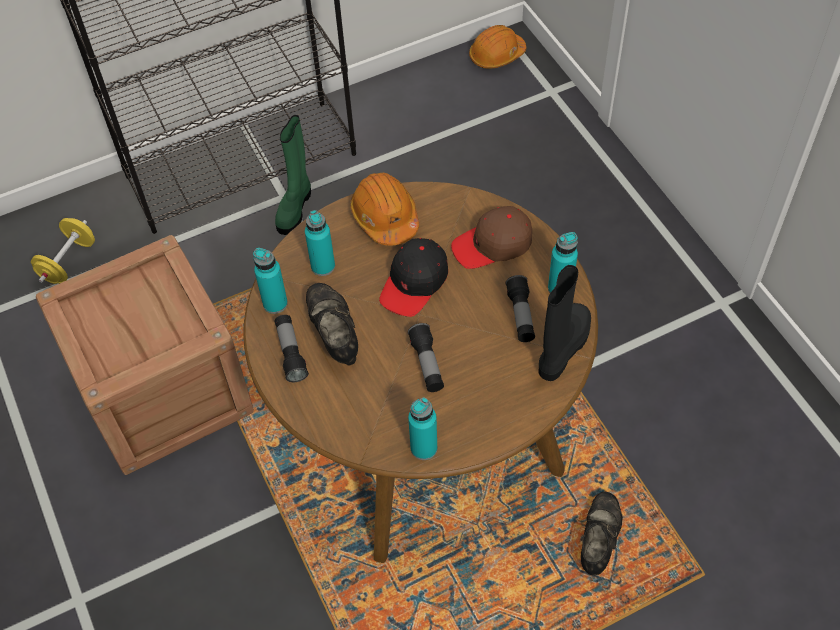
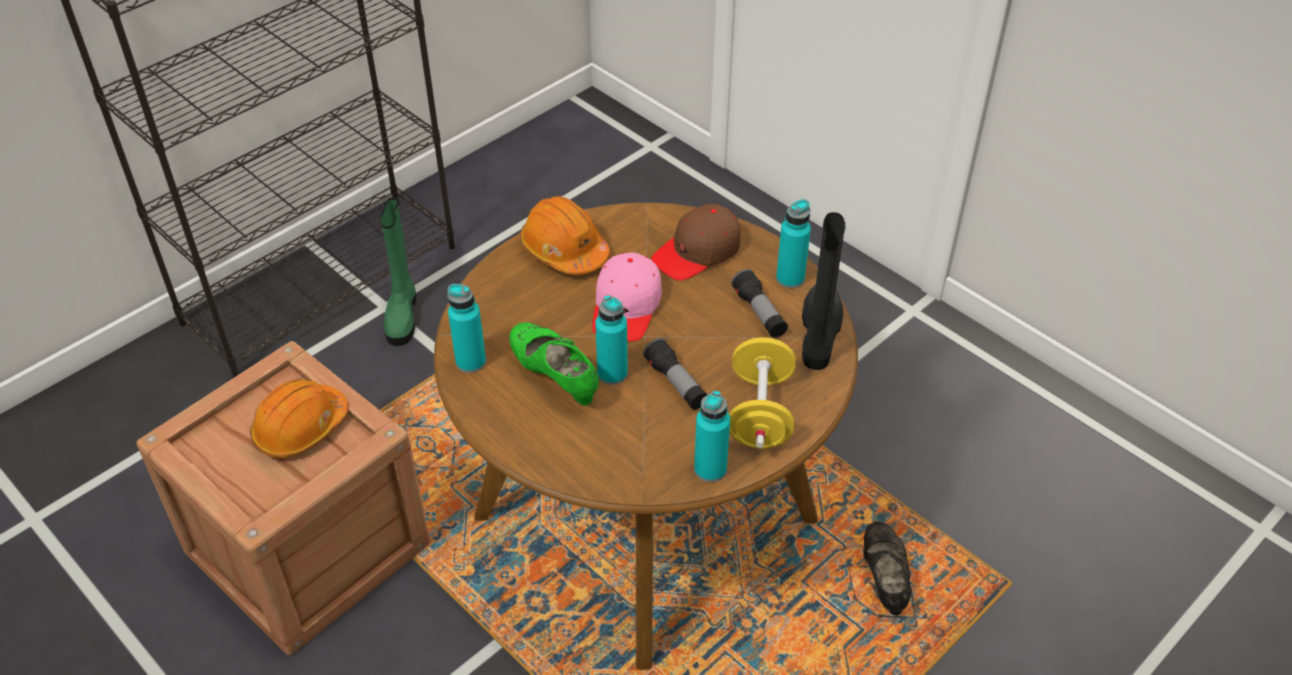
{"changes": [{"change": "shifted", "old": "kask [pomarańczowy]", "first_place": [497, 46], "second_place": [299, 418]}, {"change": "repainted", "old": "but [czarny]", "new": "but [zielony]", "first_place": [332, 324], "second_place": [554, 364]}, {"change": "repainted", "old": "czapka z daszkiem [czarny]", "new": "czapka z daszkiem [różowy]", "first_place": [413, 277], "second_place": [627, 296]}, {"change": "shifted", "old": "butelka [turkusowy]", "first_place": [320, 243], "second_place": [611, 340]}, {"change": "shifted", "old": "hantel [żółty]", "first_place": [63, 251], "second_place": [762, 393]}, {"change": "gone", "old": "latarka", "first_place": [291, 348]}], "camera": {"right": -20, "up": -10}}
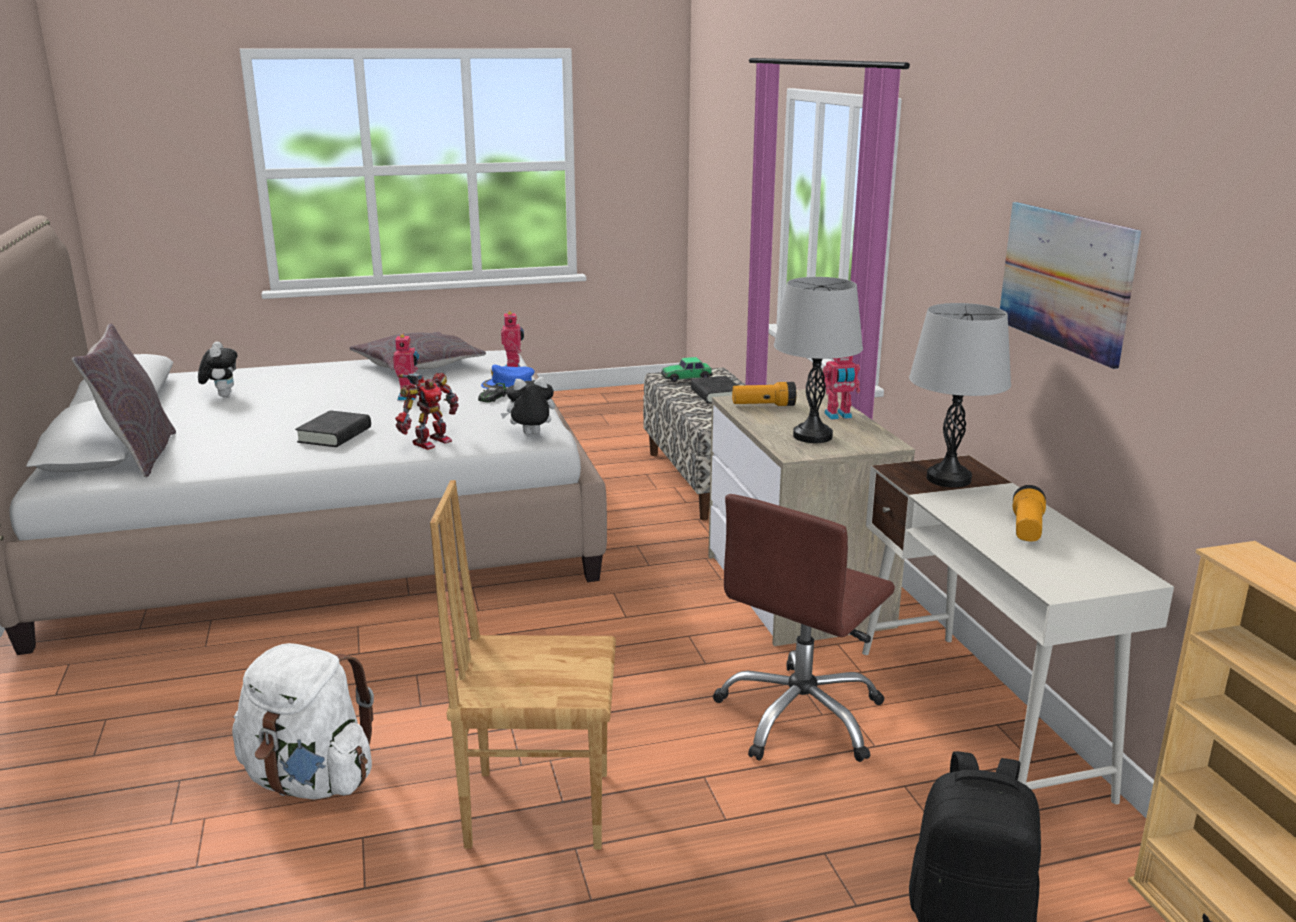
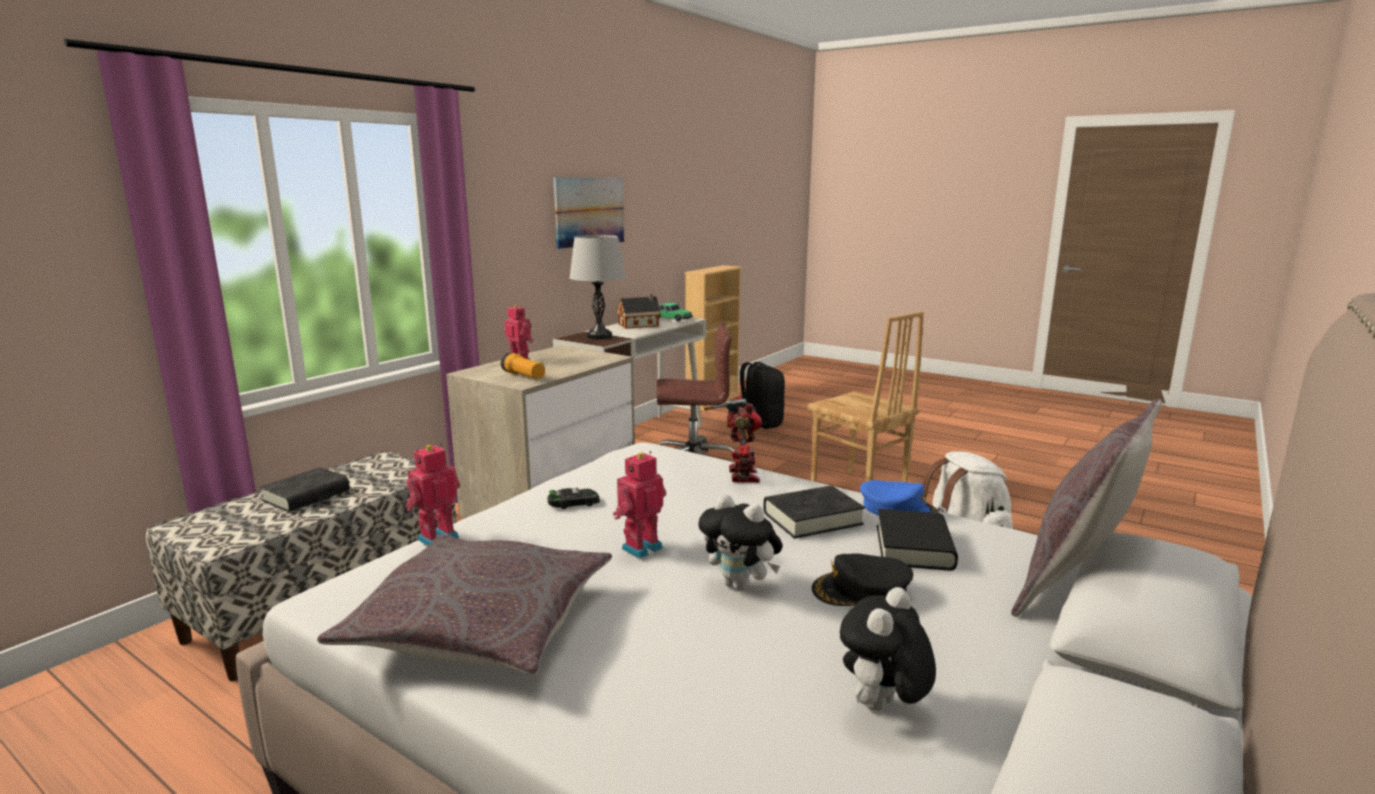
{"changes": [{"change": "swapped", "old": "latarka", "new": "domek", "first_place": [1029, 513], "second_place": [639, 311]}, {"change": "shifted", "old": "samochodzik", "first_place": [687, 369], "second_place": [676, 311]}, {"change": "shifted", "old": "pluszak", "first_place": [527, 406], "second_place": [740, 542]}, {"change": "rotated", "old": "robot zabawkowy", "first_place": [427, 411], "second_place": [733, 439], "degrees": 90}, {"change": "new", "new": "czapka z daszkiem [czarny]", "second_place": [862, 579]}, {"change": "shifted", "old": "czapka z daszkiem [niebieski]", "first_place": [507, 377], "second_place": [899, 498]}, {"change": "new", "new": "książka [czarny]", "second_place": [917, 540]}, {"change": "gone", "old": "lampa stołowa [szary]", "first_place": [818, 360]}], "camera": {"right": -130, "up": -5}}
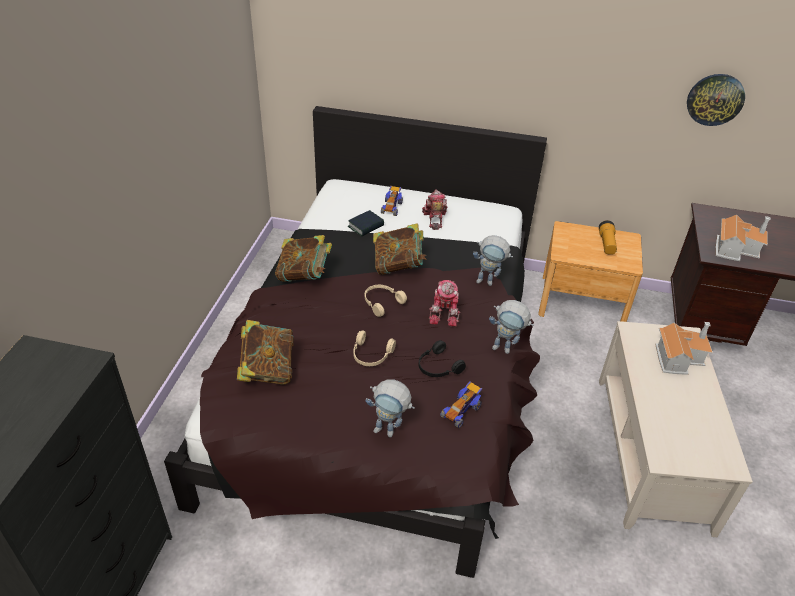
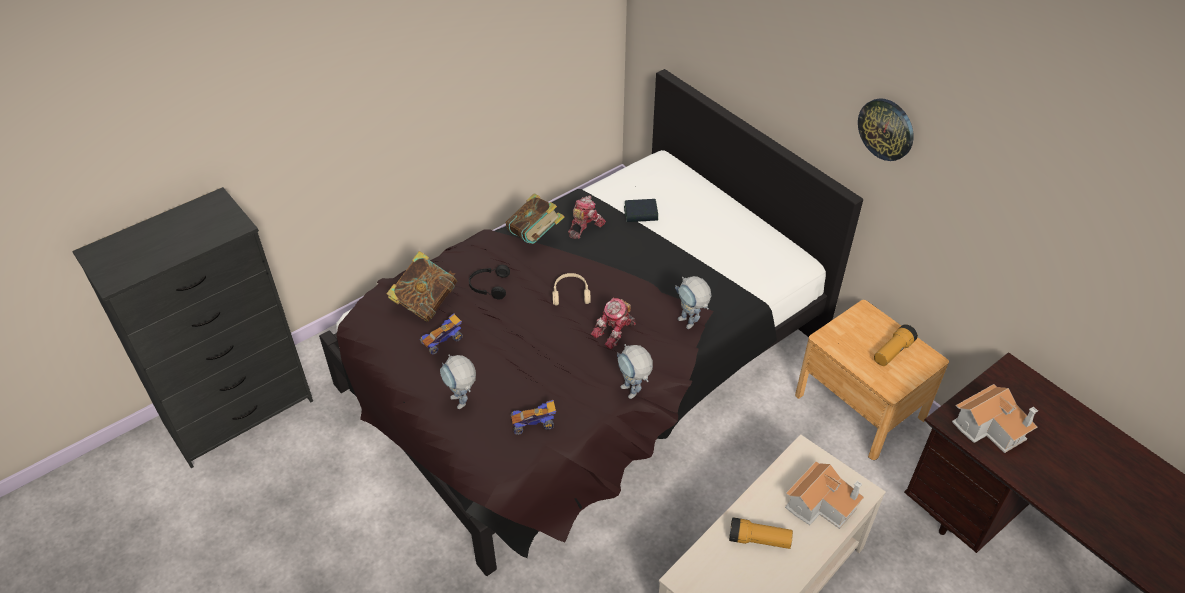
{"changes": [{"change": "shifted", "old": "samochodzik", "first_place": [392, 201], "second_place": [441, 334]}, {"change": "shifted", "old": "słuchawki [czarny]", "first_place": [442, 358], "second_place": [489, 282]}, {"change": "shifted", "old": "robot zabawkowy", "first_place": [435, 209], "second_place": [587, 217]}, {"change": "new", "new": "latarka", "second_place": [761, 533]}, {"change": "shifted", "old": "zegar ścienny", "first_place": [716, 100], "second_place": [886, 129]}, {"change": "gone", "old": "słuchawki [beżowy]", "first_place": [374, 348]}, {"change": "gone", "old": "książka", "first_place": [400, 249]}], "camera": {"right": 40, "up": 5}}
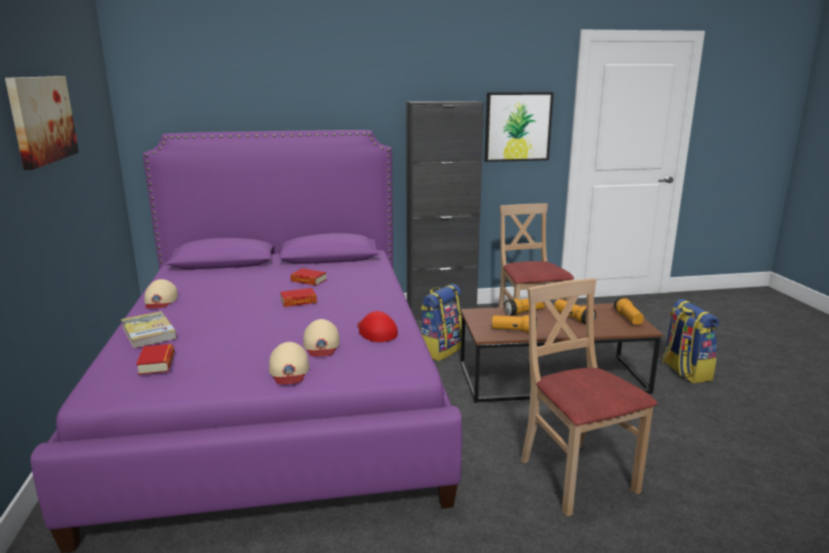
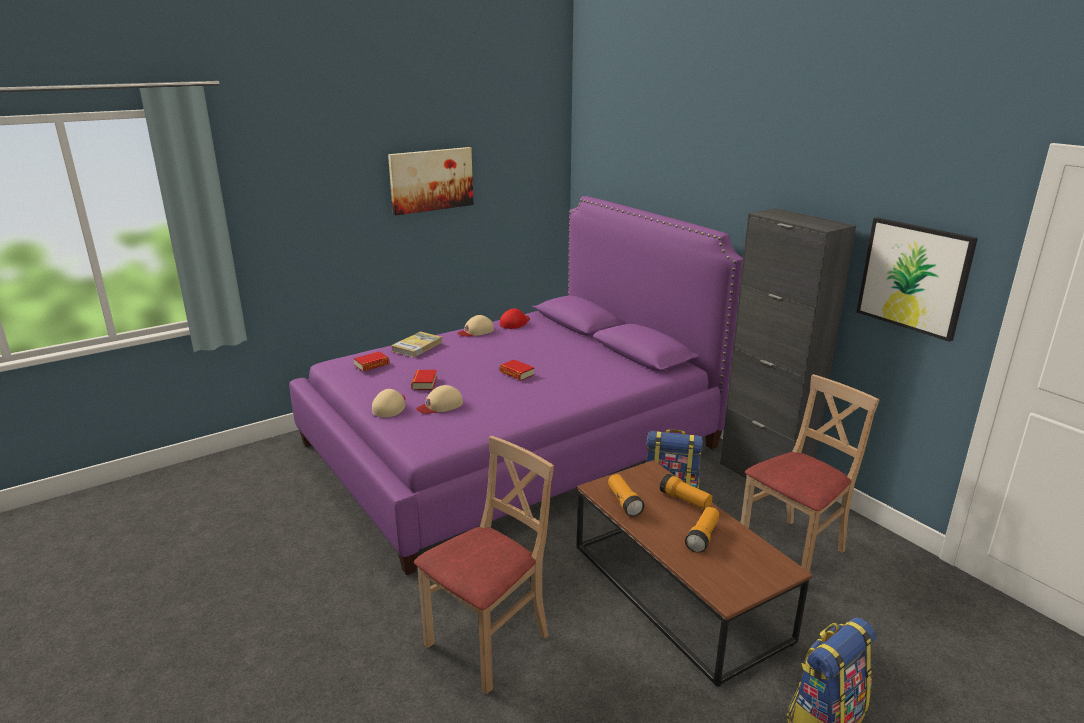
{"changes": [{"change": "rotated", "old": "czapka z daszkiem [beżowy]", "first_place": [289, 363], "second_place": [388, 403], "degrees": 135}, {"change": "shifted", "old": "książka", "first_place": [308, 276], "second_place": [424, 380]}, {"change": "shifted", "old": "czapka z daszkiem [czerwony]", "first_place": [377, 326], "second_place": [515, 318]}, {"change": "gone", "old": "latarka", "first_place": [629, 311]}], "camera": {"right": 65, "up": 5}}
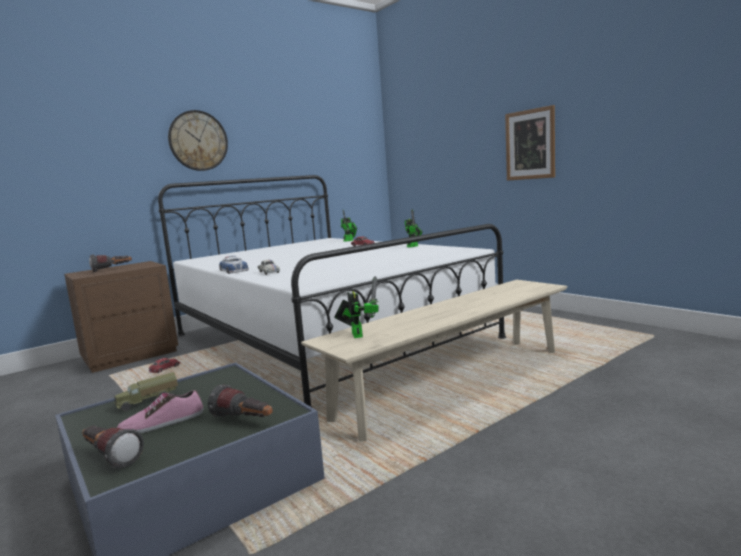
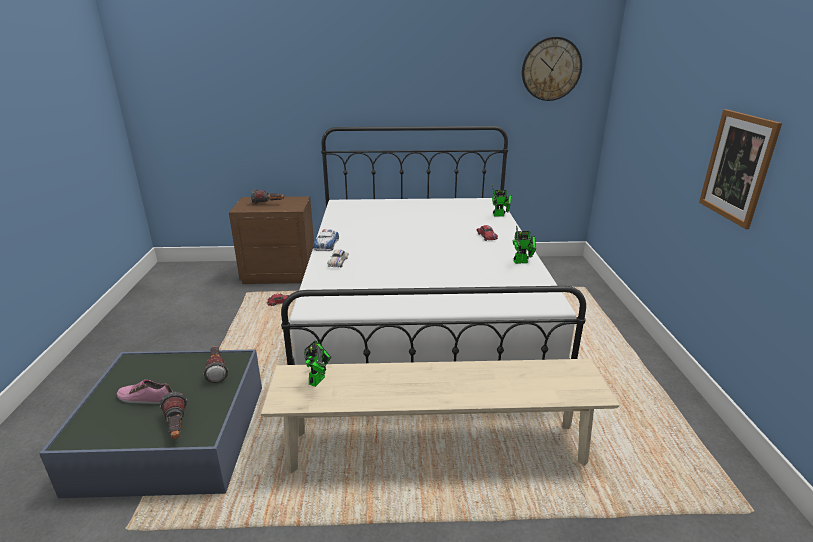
{"changes": [{"change": "shifted", "old": "latarka", "first_place": [113, 447], "second_place": [215, 364]}, {"change": "shifted", "old": "zegar ścienny", "first_place": [198, 140], "second_place": [552, 69]}, {"change": "gone", "old": "ciężarówka zabawkowa", "first_place": [146, 392]}], "camera": {"right": 35, "up": 15}}
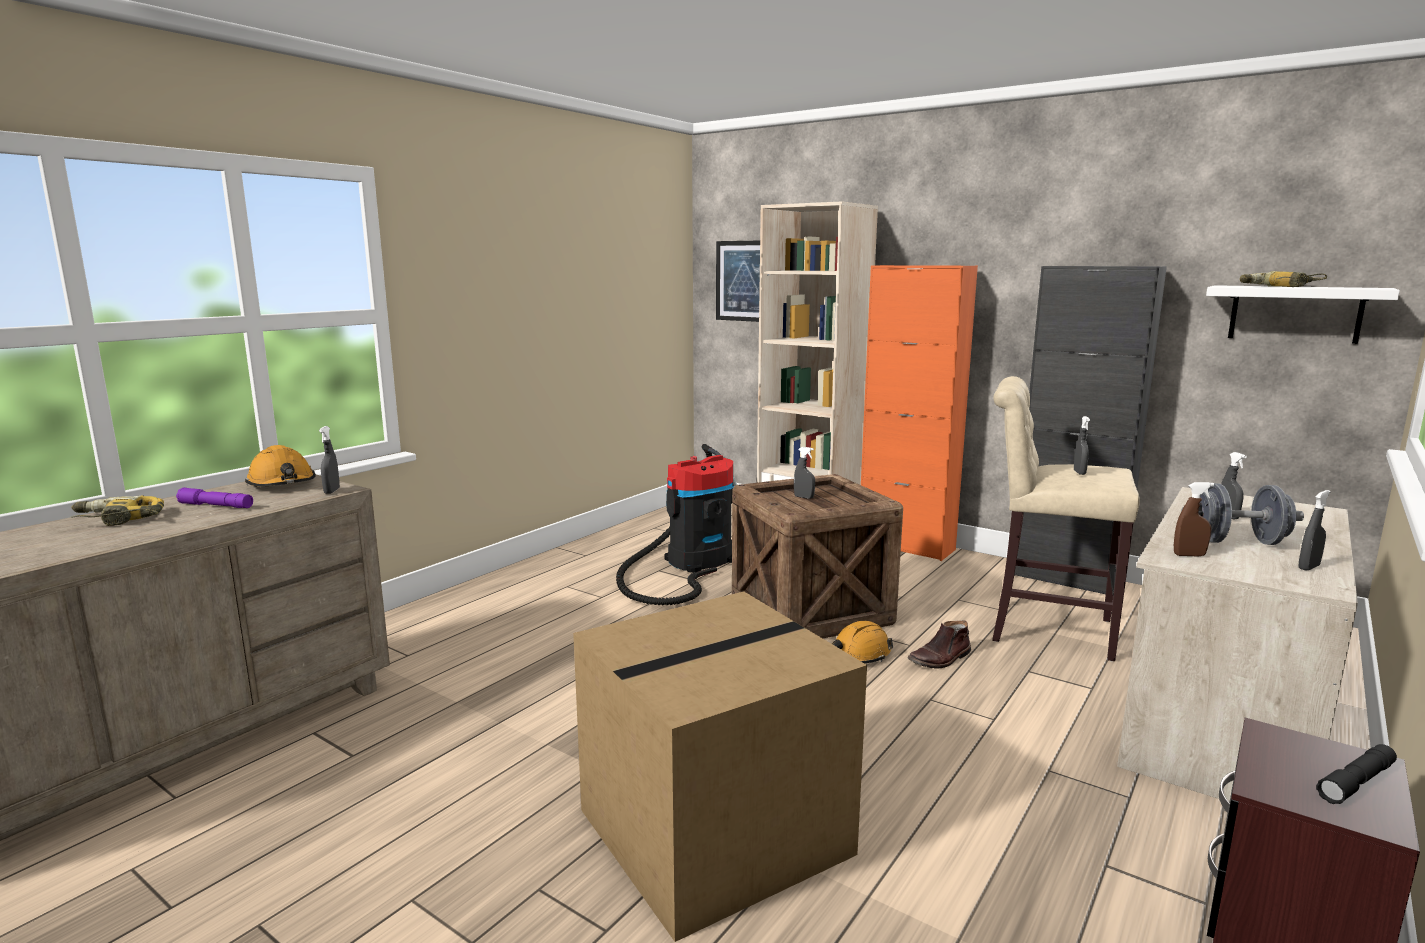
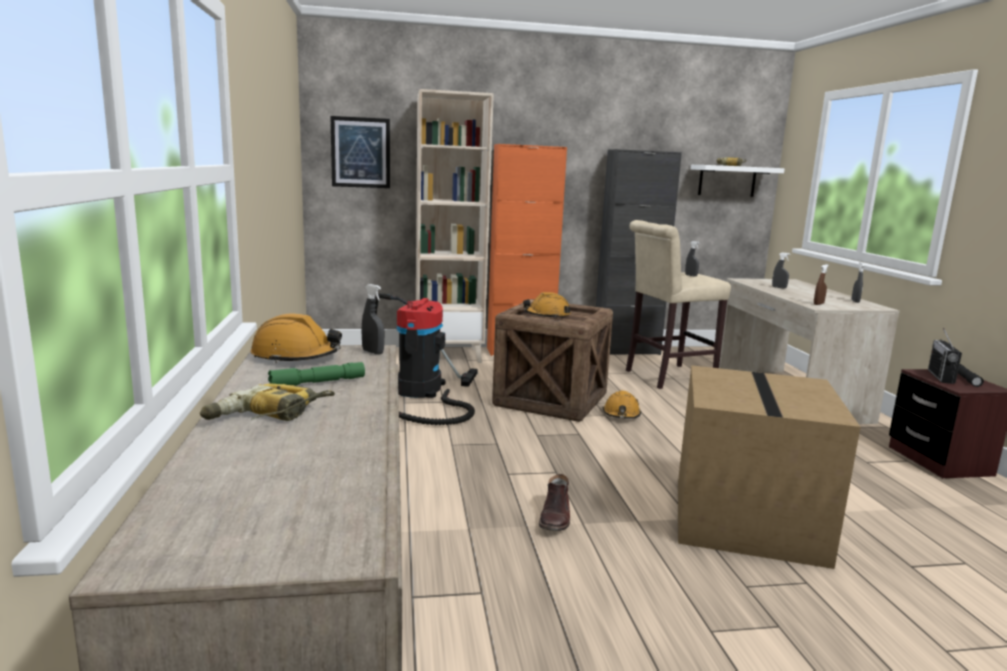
{"changes": [{"change": "repainted", "old": "latarka [fioletowy]", "new": "latarka [zielony]", "first_place": [214, 497], "second_place": [316, 374]}, {"change": "swapped", "old": "spryskiwacz [szary]", "new": "kask [pomarańczowy]", "first_place": [804, 473], "second_place": [547, 305]}, {"change": "shifted", "old": "but z cholewką [brązowy]", "first_place": [939, 644], "second_place": [554, 502]}, {"change": "new", "new": "radio", "second_place": [945, 356]}, {"change": "gone", "old": "hantel [szary]", "first_place": [1242, 514]}], "camera": {"right": -45, "up": 0}}
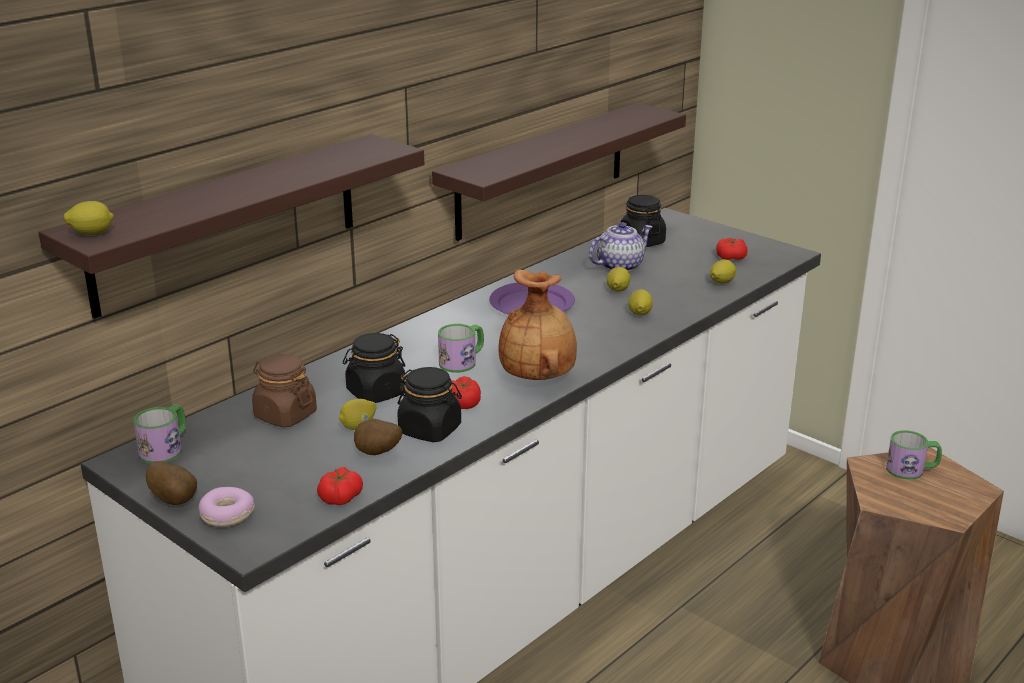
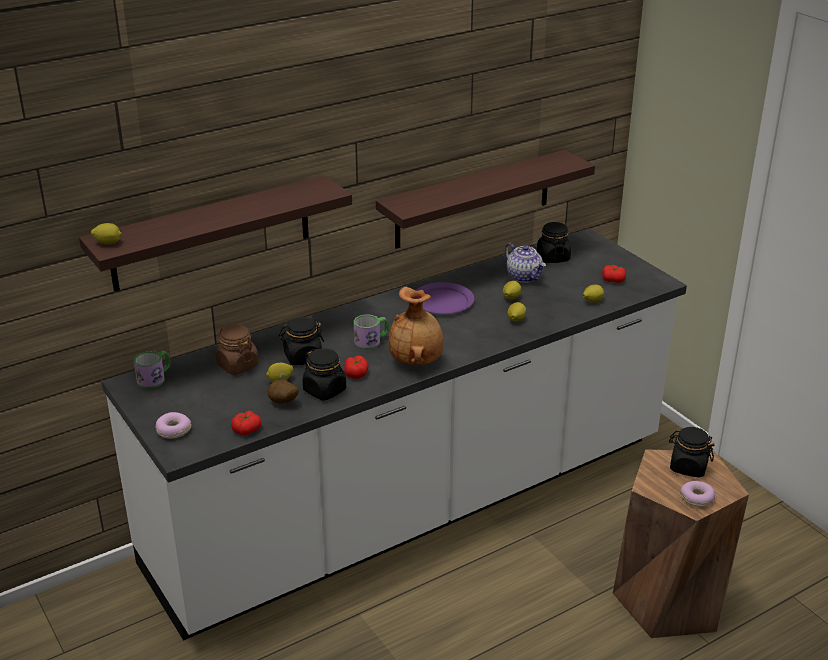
{"changes": [{"change": "rotated", "old": "imbryk", "first_place": [620, 247], "second_place": [525, 263], "degrees": 75}, {"change": "swapped", "old": "kubek", "new": "słoik [czarny]", "first_place": [914, 455], "second_place": [691, 452]}, {"change": "new", "new": "donut", "second_place": [697, 494]}, {"change": "gone", "old": "ziemniak", "first_place": [171, 483]}], "camera": {"right": 15, "up": 5}}
